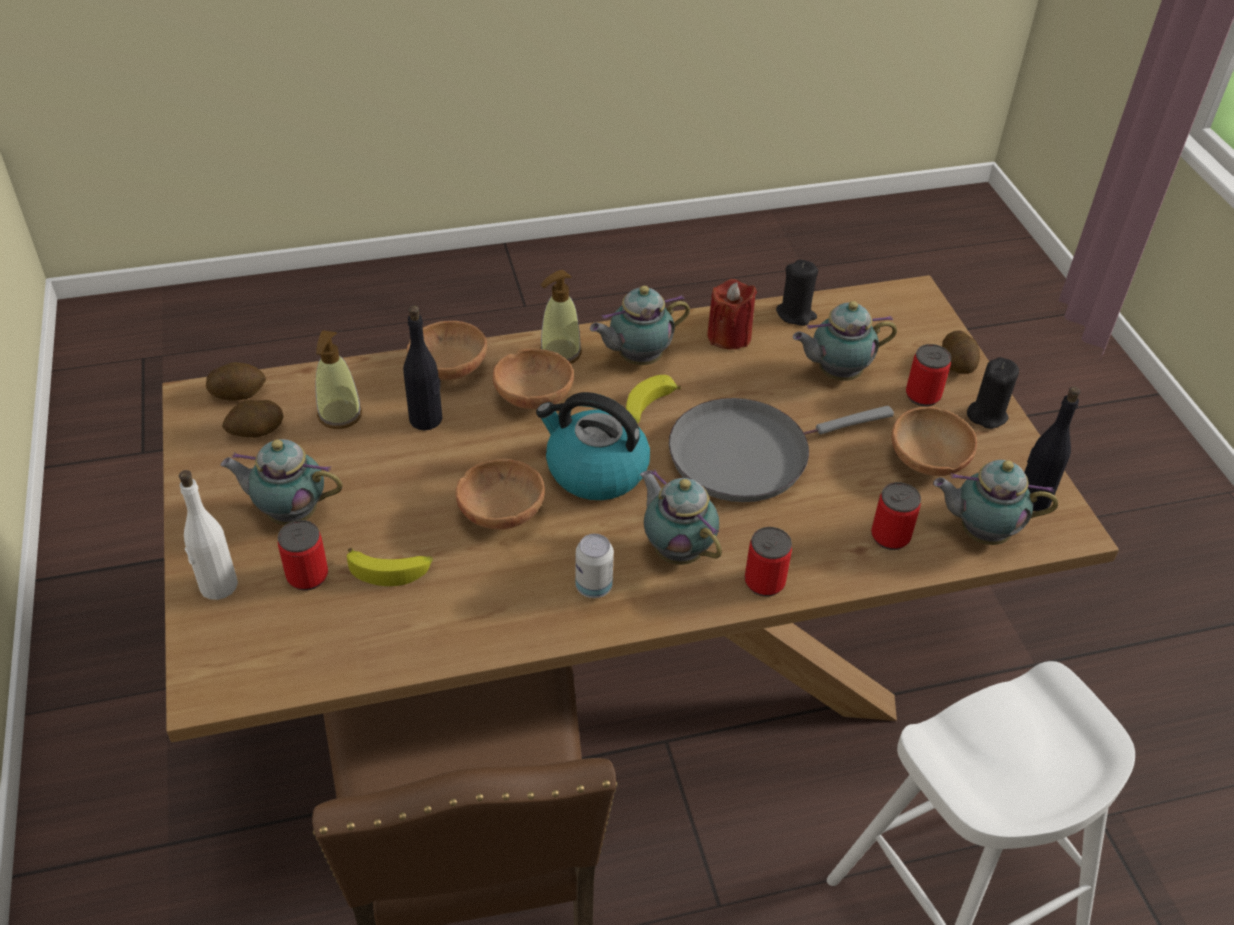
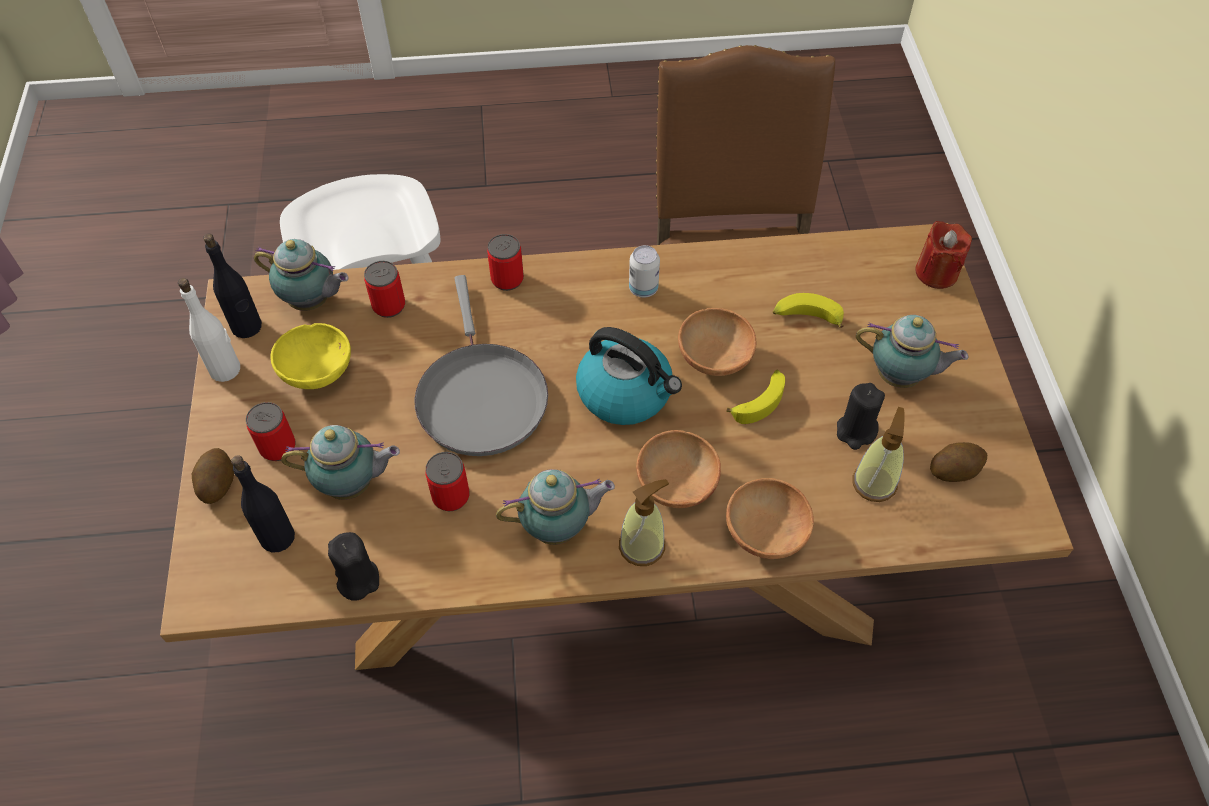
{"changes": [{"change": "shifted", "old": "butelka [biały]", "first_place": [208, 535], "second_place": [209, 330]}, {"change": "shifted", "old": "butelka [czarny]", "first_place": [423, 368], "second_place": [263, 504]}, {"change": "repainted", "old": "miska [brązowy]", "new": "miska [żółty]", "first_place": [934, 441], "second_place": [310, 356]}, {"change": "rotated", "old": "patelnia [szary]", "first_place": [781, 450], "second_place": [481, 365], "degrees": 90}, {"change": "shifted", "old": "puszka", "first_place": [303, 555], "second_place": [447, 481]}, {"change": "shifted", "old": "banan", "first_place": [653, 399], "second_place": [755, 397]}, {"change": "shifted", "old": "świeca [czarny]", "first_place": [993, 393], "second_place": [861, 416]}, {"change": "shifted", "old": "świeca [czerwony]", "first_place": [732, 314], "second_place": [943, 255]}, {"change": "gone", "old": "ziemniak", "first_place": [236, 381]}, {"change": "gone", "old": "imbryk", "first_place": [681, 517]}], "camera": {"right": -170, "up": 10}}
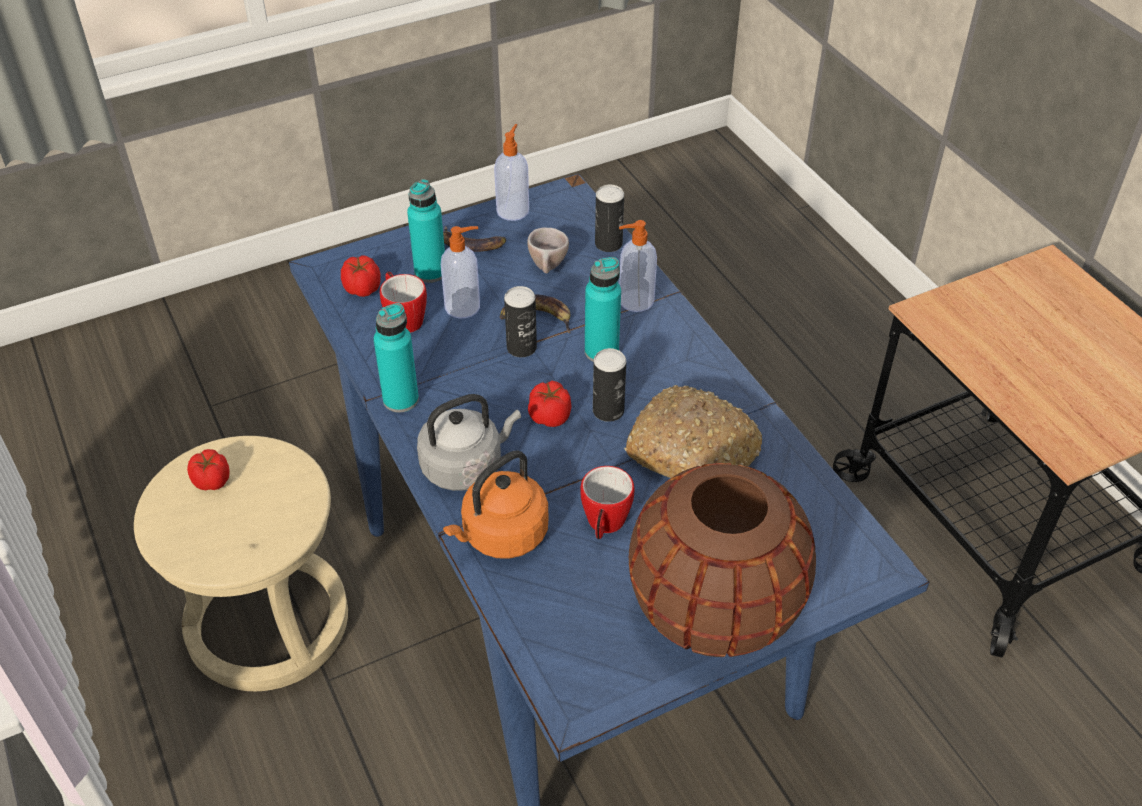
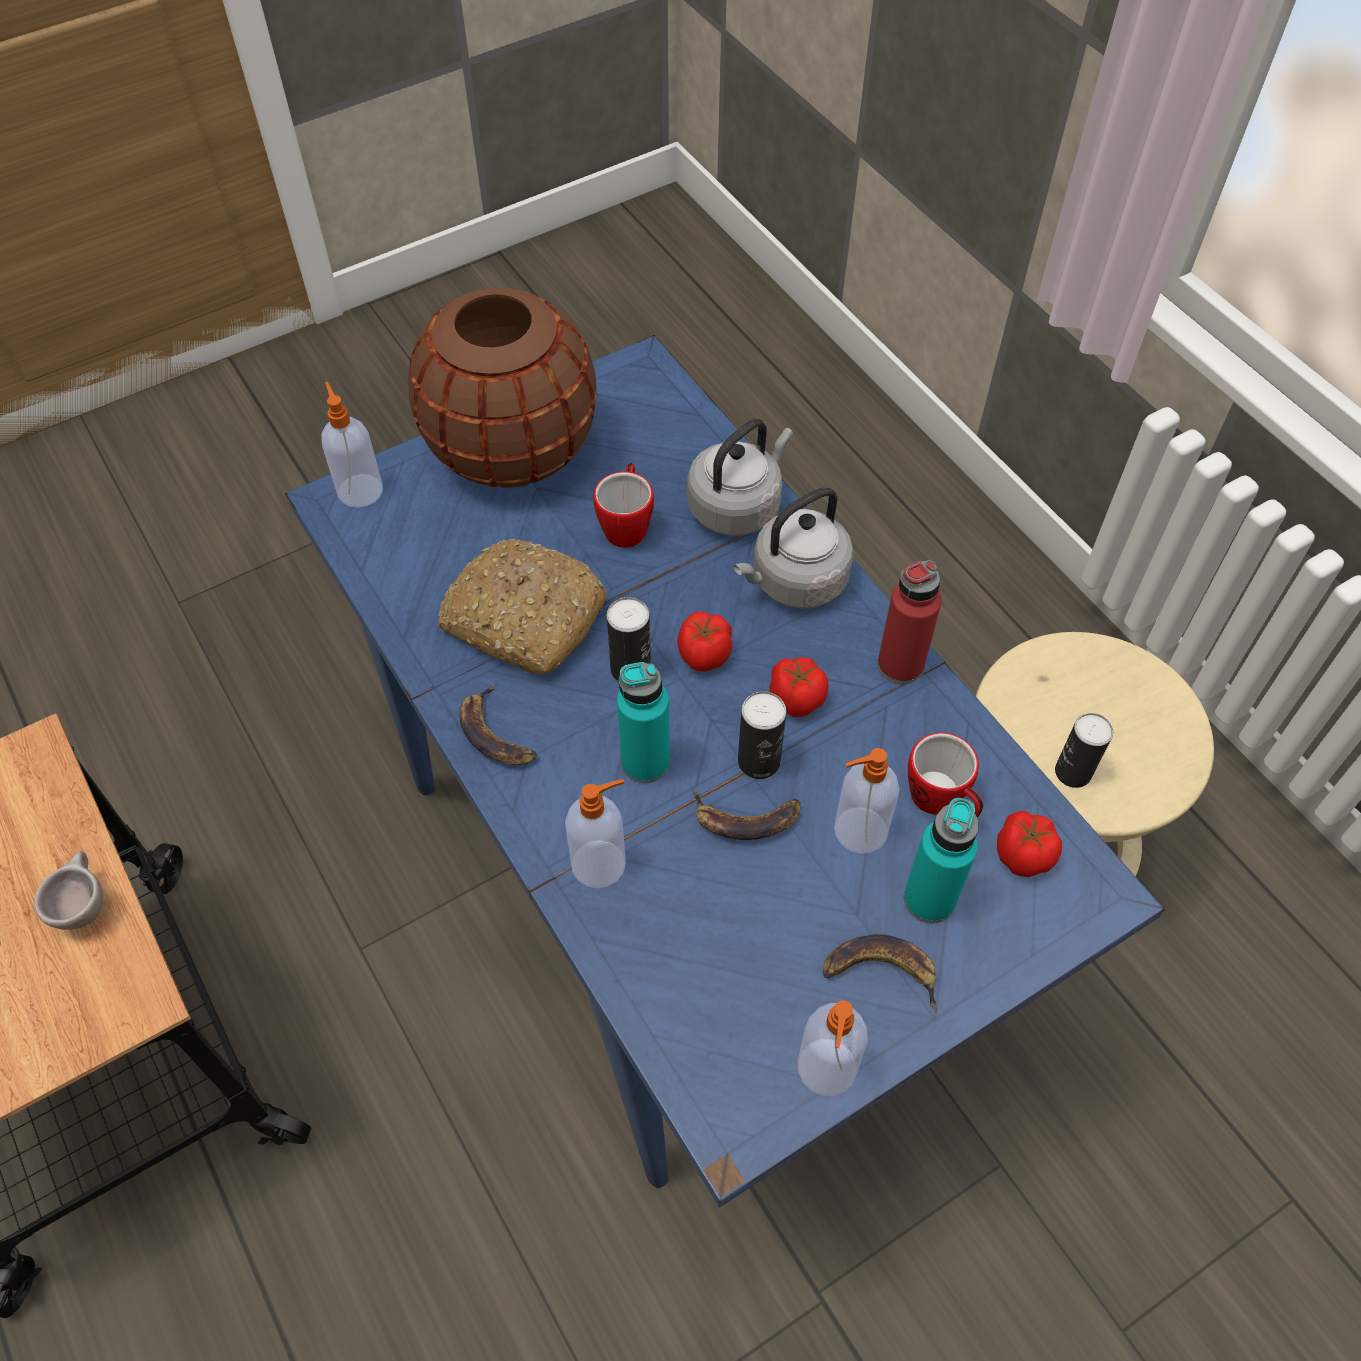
{"changes": [{"change": "shifted", "old": "filiżanka [beżowy]", "first_place": [548, 250], "second_place": [68, 890]}, {"change": "new", "new": "dozownik mydła", "second_place": [352, 445]}, {"change": "new", "new": "banan", "second_place": [498, 724]}, {"change": "repainted", "old": "czajnik [pomarańczowy]", "new": "czajnik [szary]", "first_place": [495, 504], "second_place": [740, 477]}, {"change": "shifted", "old": "pomidor", "first_place": [208, 469], "second_place": [798, 687]}, {"change": "repainted", "old": "butelka [turkusowy]", "new": "butelka [czerwony]", "first_place": [396, 358], "second_place": [909, 622]}, {"change": "shifted", "old": "puszka", "first_place": [609, 218], "second_place": [1084, 750]}], "camera": {"right": 175, "up": 10}}
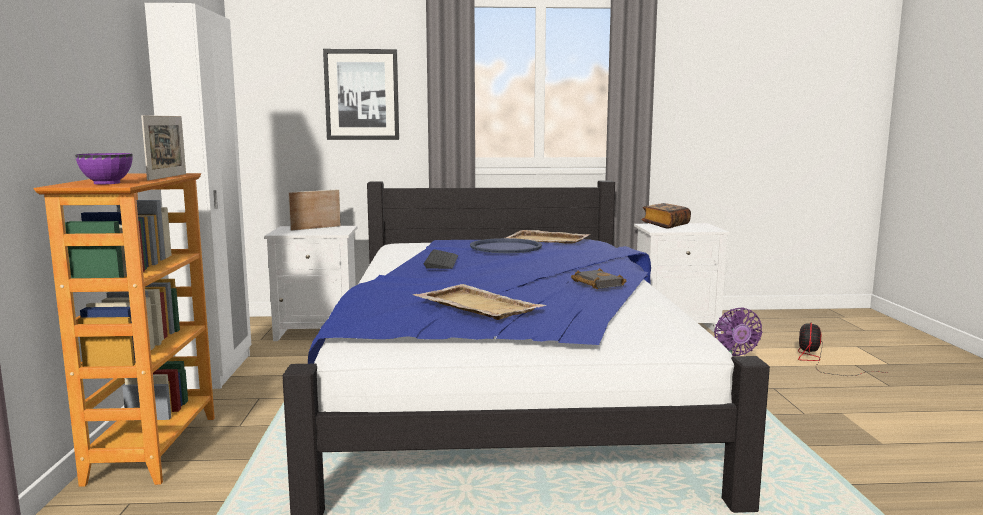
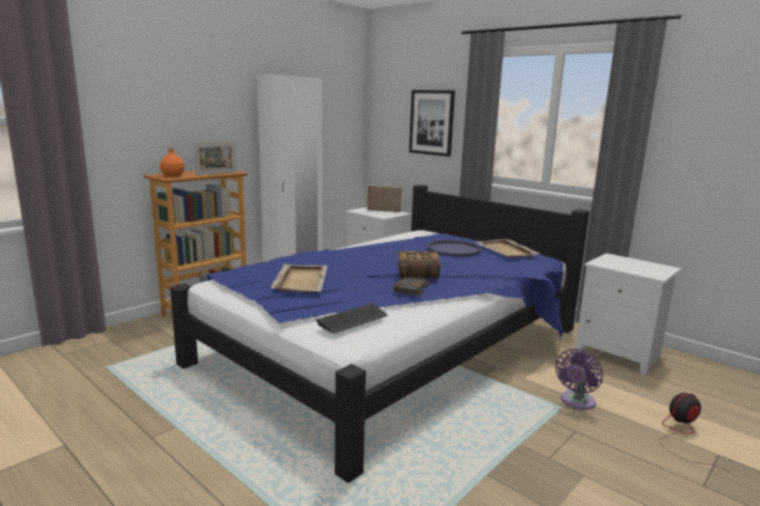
{"changes": [{"change": "swapped", "old": "miska [fioletowy]", "new": "butelka [pomarańczowy]", "first_place": [104, 168], "second_place": [172, 162]}, {"change": "shifted", "old": "klawiatura", "first_place": [440, 259], "second_place": [352, 318]}, {"change": "shifted", "old": "książka", "first_place": [666, 216], "second_place": [419, 265]}], "camera": {"right": 45, "up": 5}}
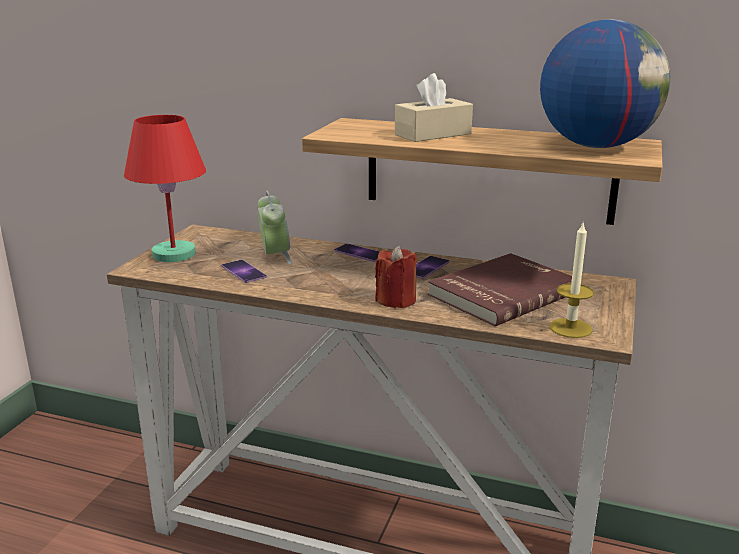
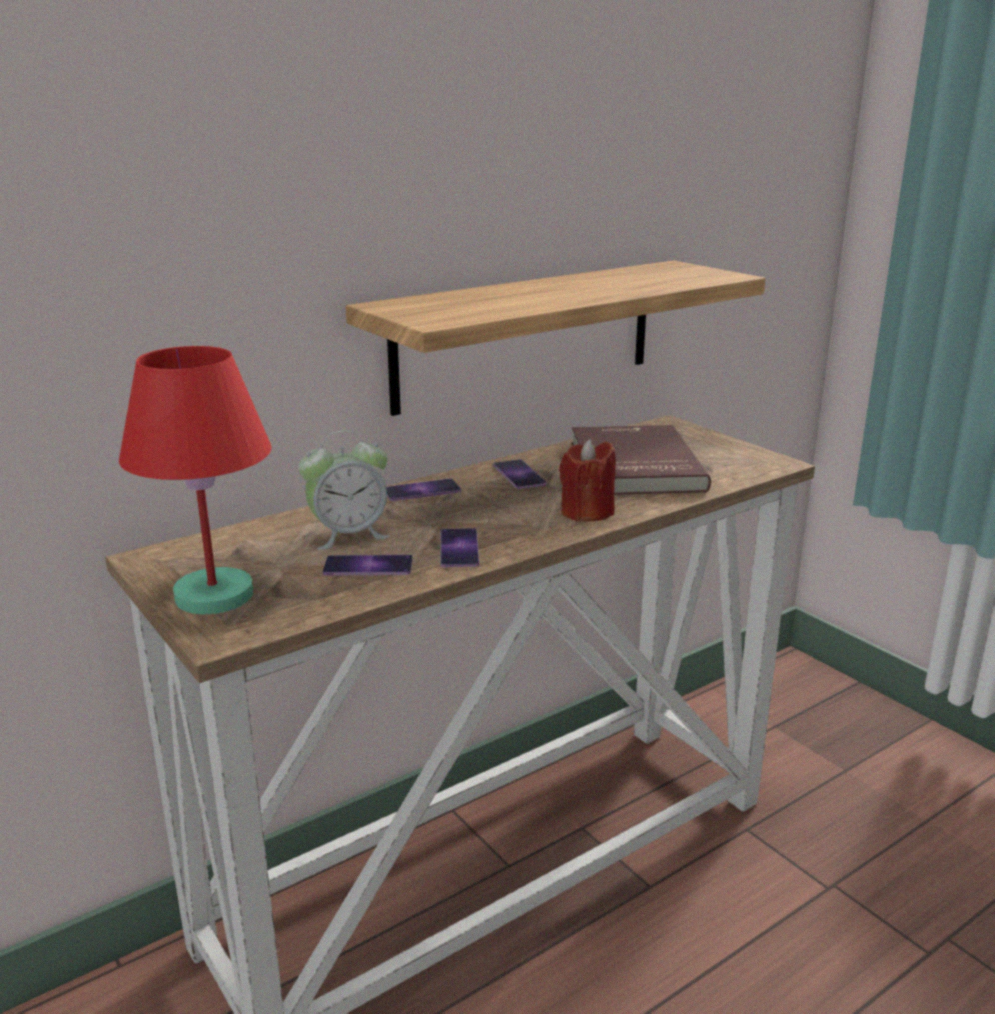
{"changes": [{"change": "rotated", "old": "budzik", "first_place": [275, 227], "second_place": [344, 490], "degrees": 135}, {"change": "new", "new": "telefon", "second_place": [459, 547]}, {"change": "gone", "old": "pudełko chusteczek [beżowy]", "first_place": [434, 107]}, {"change": "gone", "old": "globus", "first_place": [605, 83]}, {"change": "gone", "old": "świeca", "first_place": [572, 279]}], "camera": {"right": -55, "up": 0}}
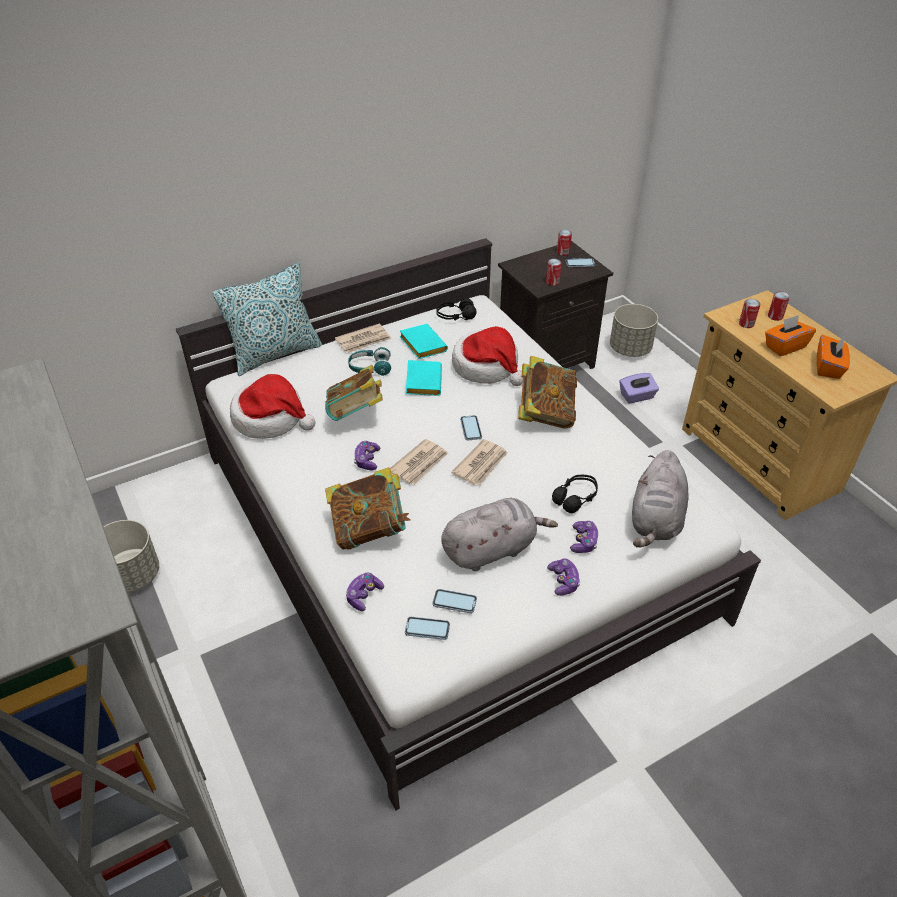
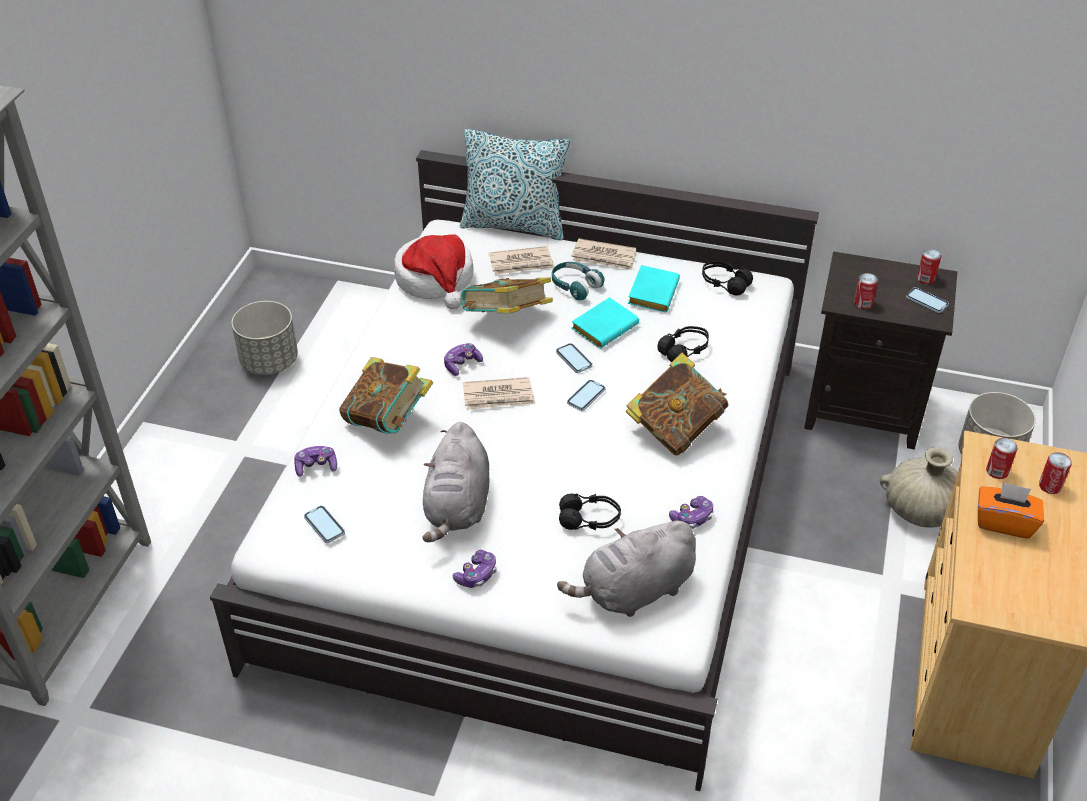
{"changes": [{"change": "rotated", "old": "pluszak [szary]", "first_place": [499, 534], "second_place": [455, 482], "degrees": 75}, {"change": "shifted", "old": "gazeta", "first_place": [479, 462], "second_place": [522, 260]}, {"change": "shifted", "old": "telefon", "first_place": [455, 601], "second_place": [574, 358]}, {"change": "swapped", "old": "kapelusz", "new": "słuchawki [czarny]", "first_place": [487, 356], "second_place": [683, 344]}, {"change": "shifted", "old": "pad do gier", "first_place": [584, 537], "second_place": [691, 512]}, {"change": "swapped", "old": "pudełko chusteczek [fioletowy]", "new": "wazon [beżowy]", "first_place": [639, 388], "second_place": [919, 487]}, {"change": "gone", "old": "pudełko chusteczek [pomarańczowy]", "first_place": [833, 357]}], "camera": {"right": 45, "up": 0}}
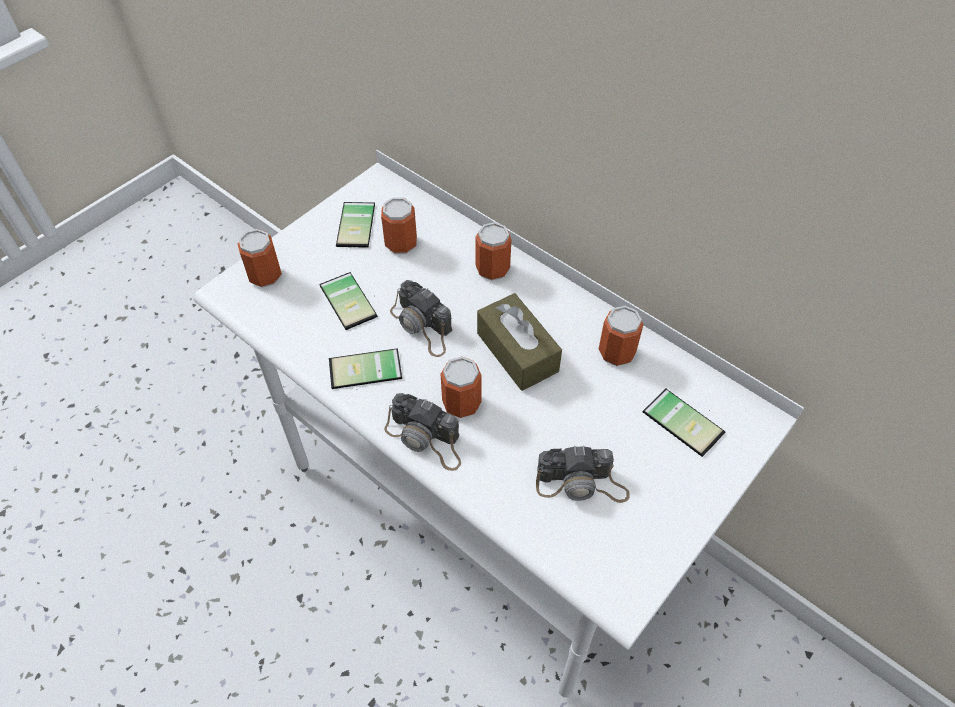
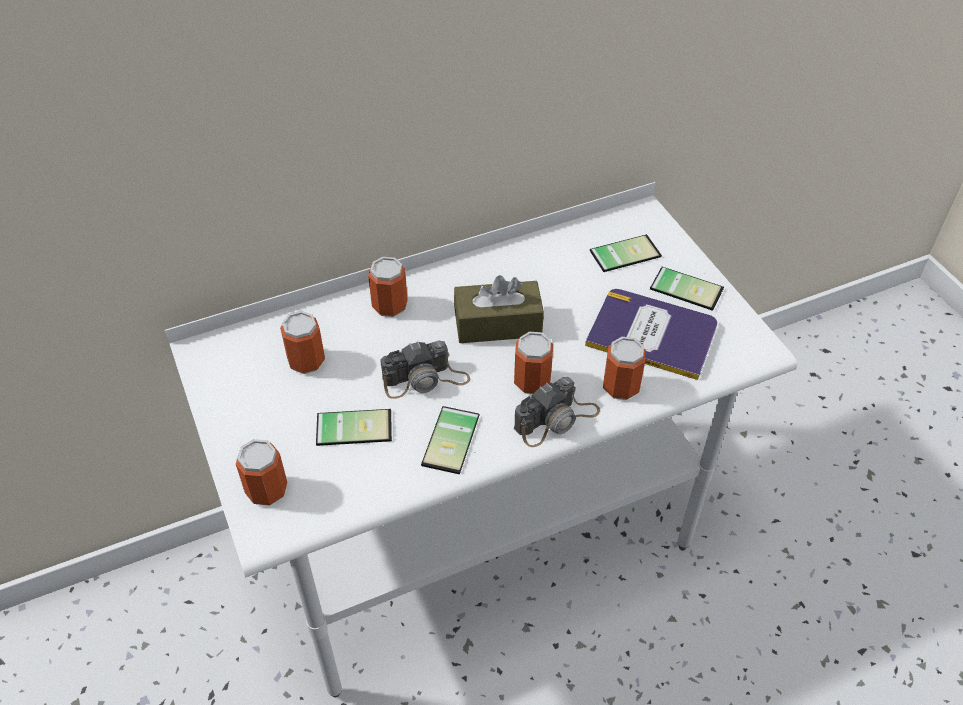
{"changes": [{"change": "swapped", "old": "aparat fotograficzny", "new": "książka", "first_place": [582, 474], "second_place": [651, 334]}, {"change": "shifted", "old": "puszka", "first_place": [621, 336], "second_place": [624, 368]}, {"change": "shifted", "old": "telefon", "first_place": [357, 225], "second_place": [687, 289]}], "camera": {"right": -65, "up": -5}}
